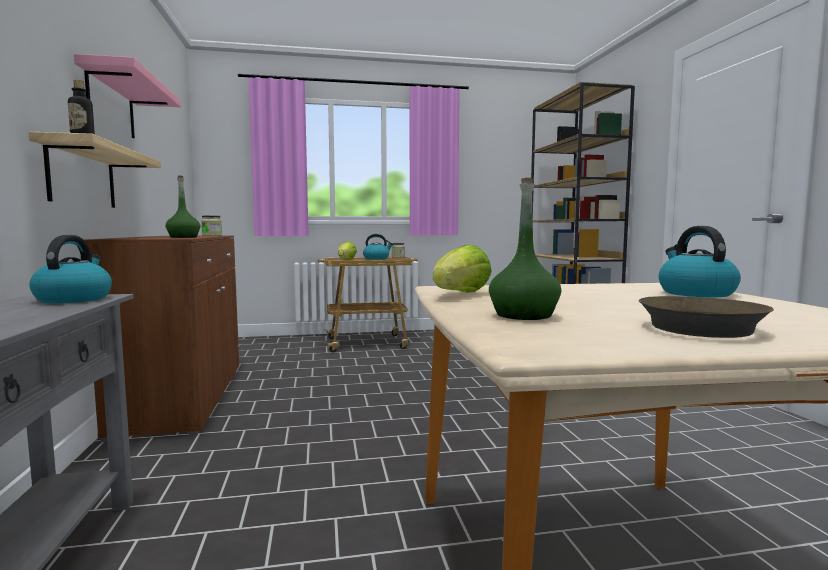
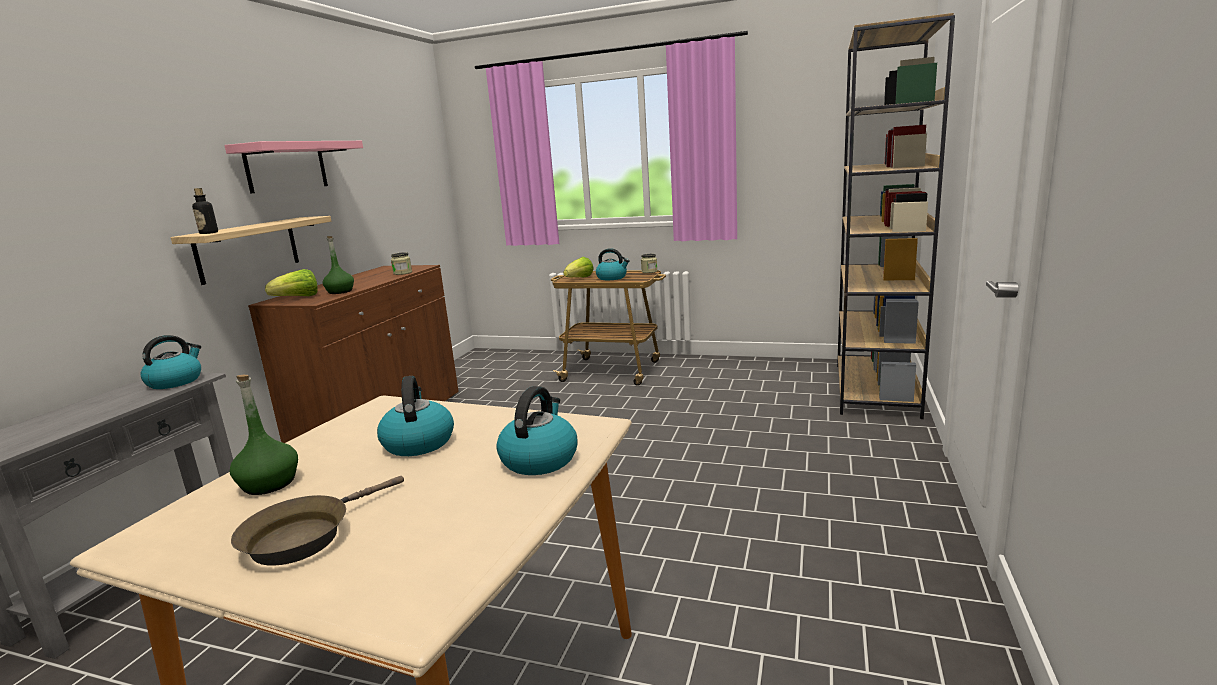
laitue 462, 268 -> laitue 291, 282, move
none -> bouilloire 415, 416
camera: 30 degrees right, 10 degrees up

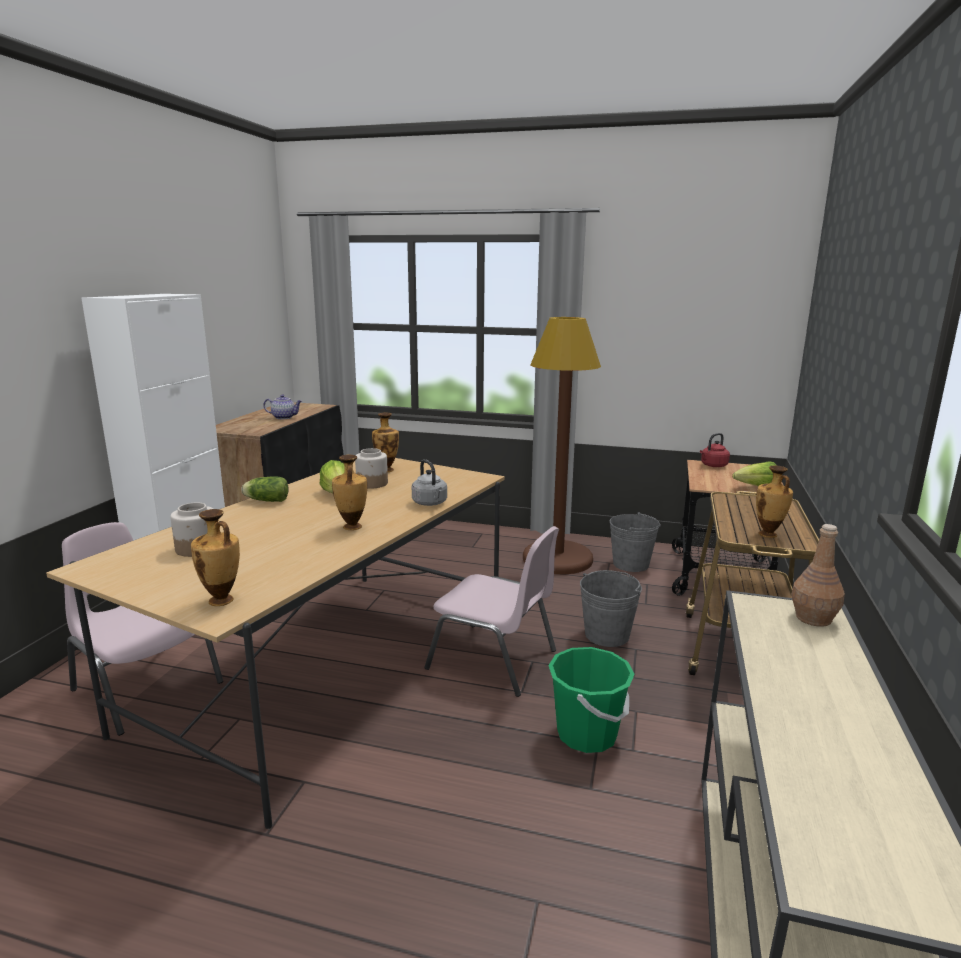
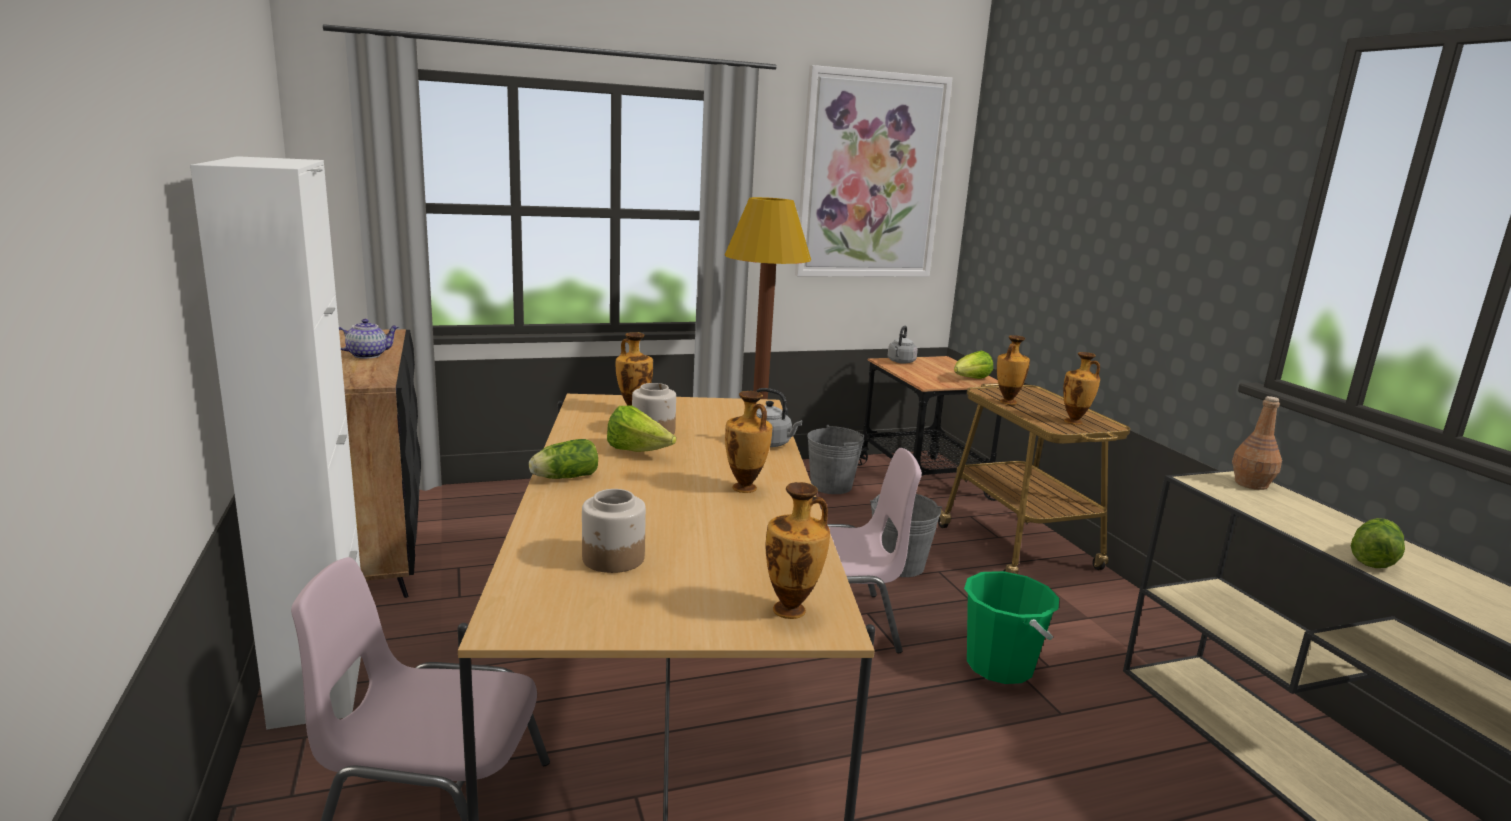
none -> tableau 874, 171
bouilloire/rouge 715, 450 -> bouilloire/gris 902, 345
none -> vase 1013, 370
none -> laitue 1378, 543
camera: 35 degrees left, 0 degrees up

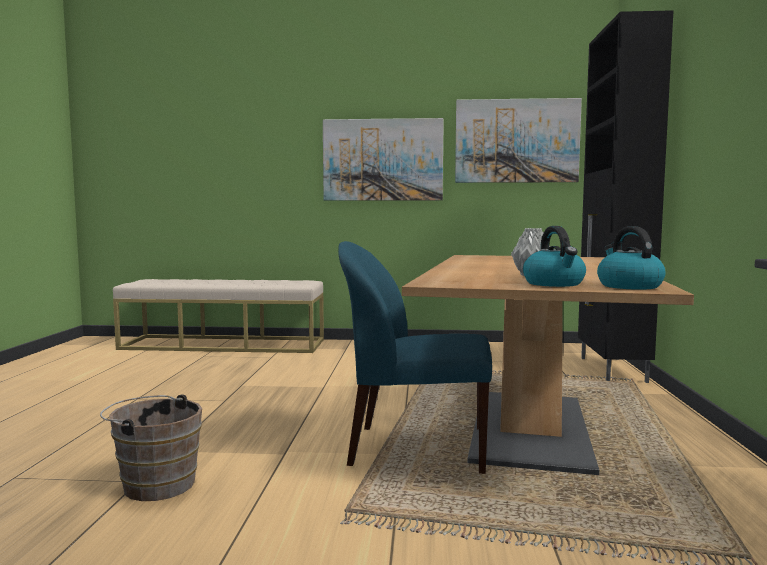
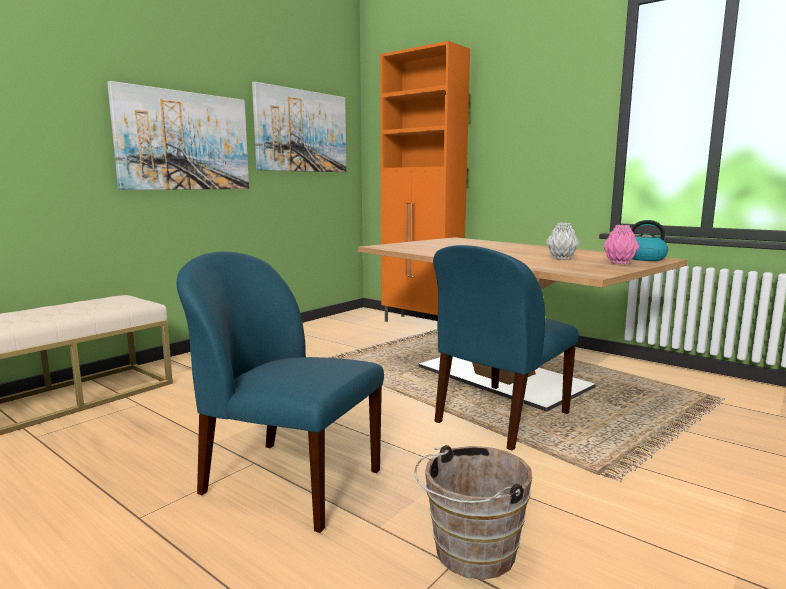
none -> chaise/bleu 280, 392
meuble de rangement/noir 626, 196 -> meuble de rangement/orange 425, 181
bouilloire 554, 256 -> vase/rose 621, 244
camera: 55 degrees left, 5 degrees up

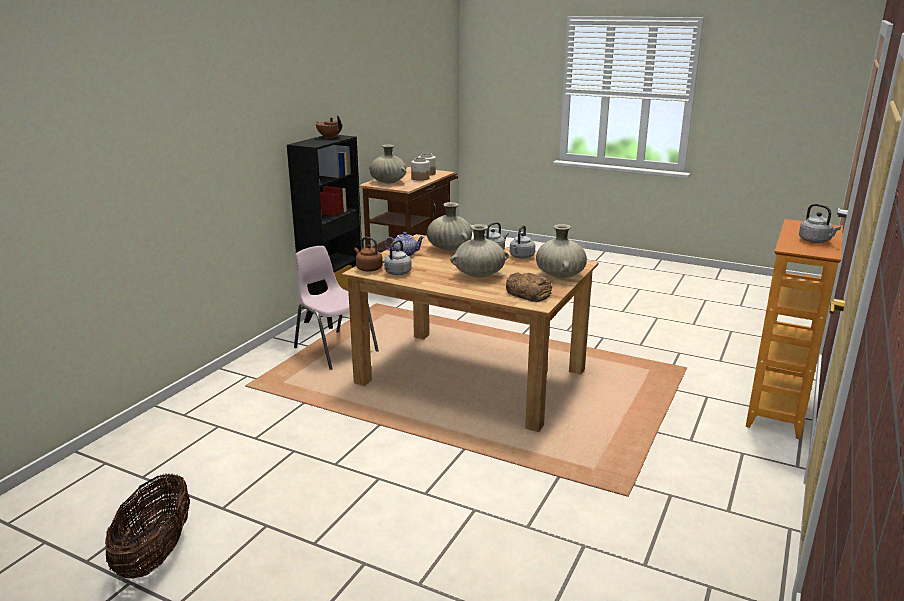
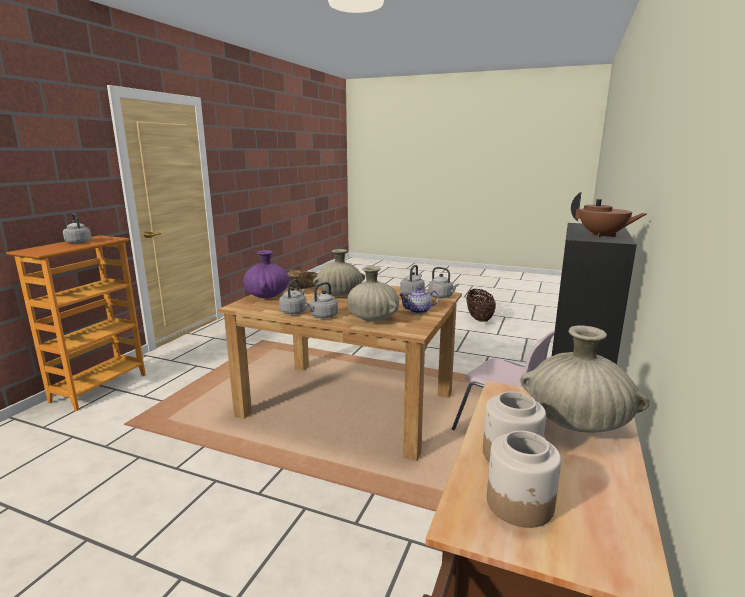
vase/beige 561, 251 -> vase/violet 266, 274
bouilloire/marron 368, 254 -> bouilloire/gris 443, 282
camera: 175 degrees right, 5 degrees down

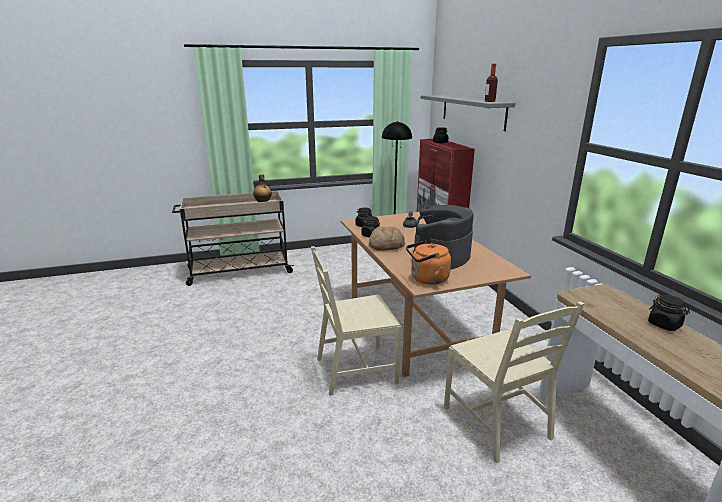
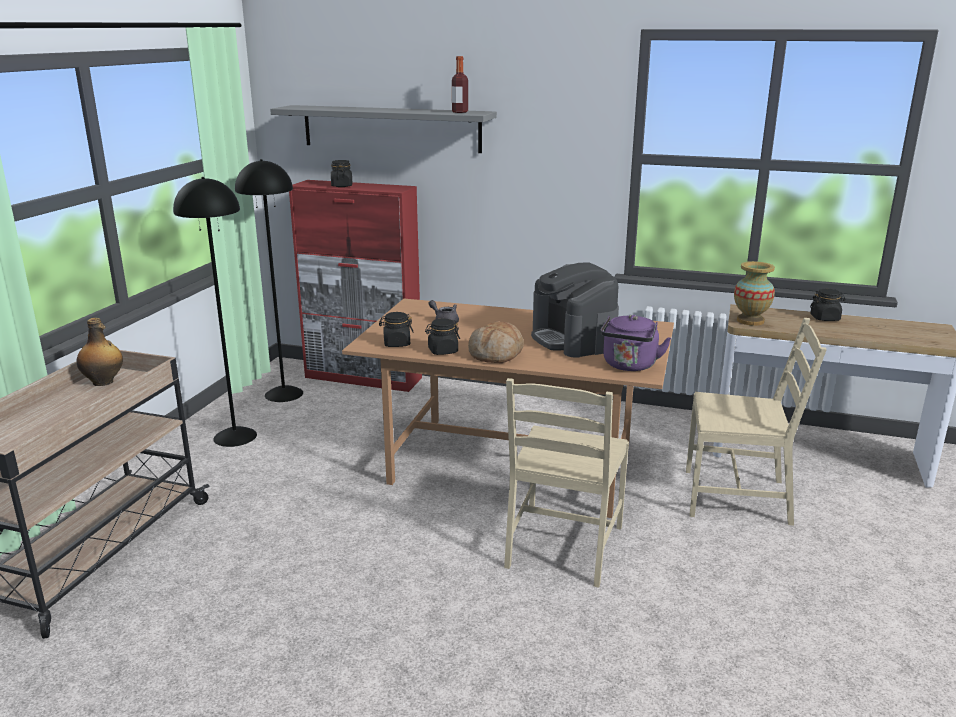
none -> lampadaire/noir 215, 312
bouilloire/orange 428, 262 -> bouilloire/violet 635, 343
none -> vase 754, 293
camera: 55 degrees left, 0 degrees up

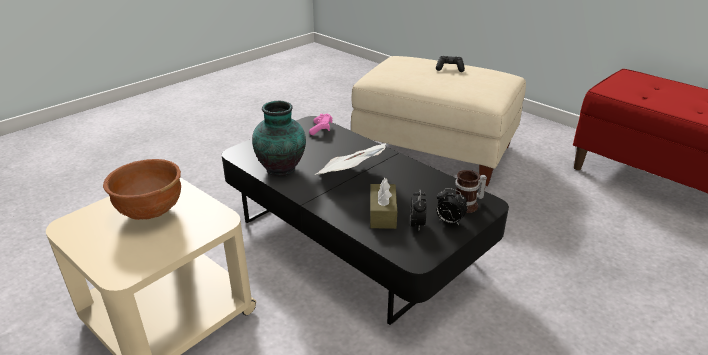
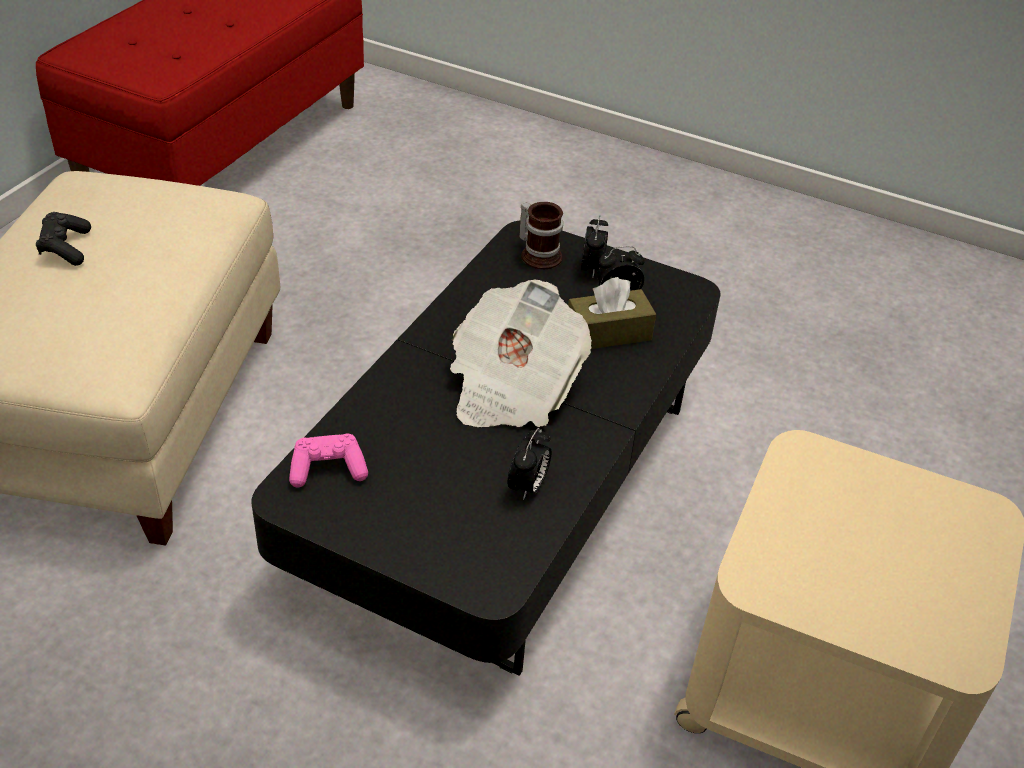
vase 279, 138 -> réveil 529, 464
bol/marron 142, 189 -> none
camera: 110 degrees left, 10 degrees up

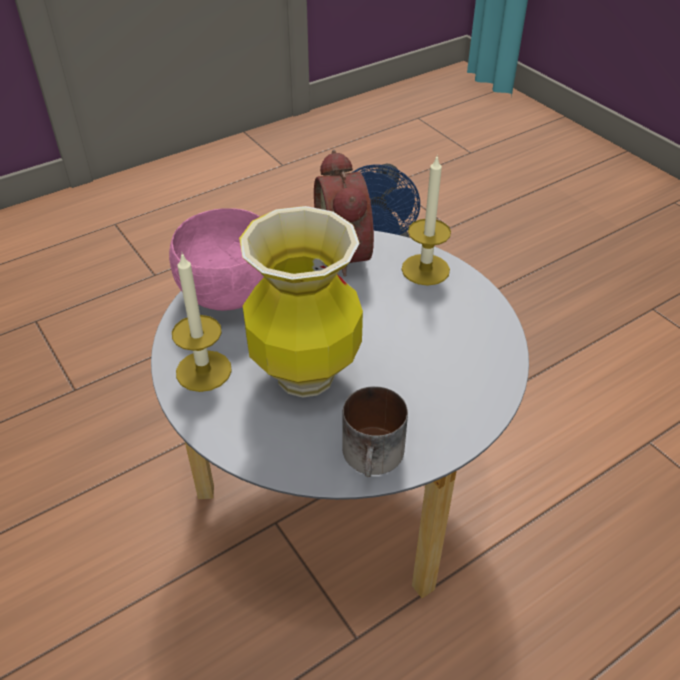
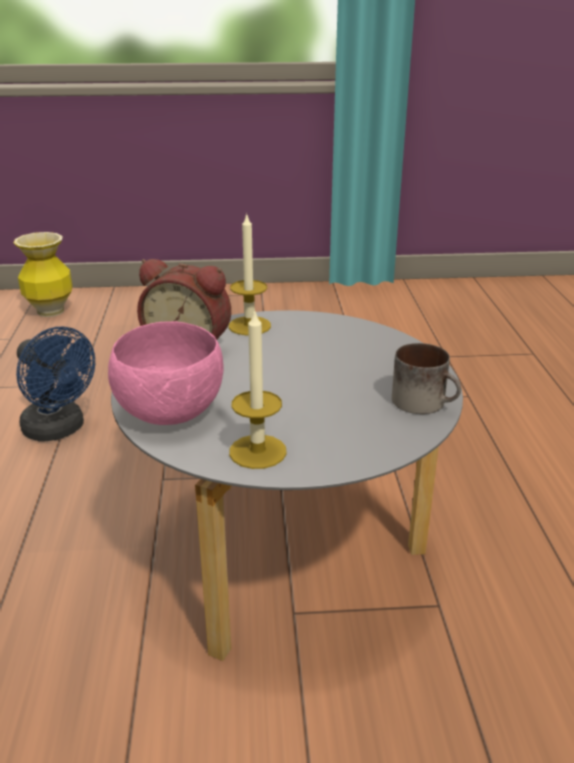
vase 301, 302 -> vase 43, 274, move
camera: 60 degrees left, 15 degrees down

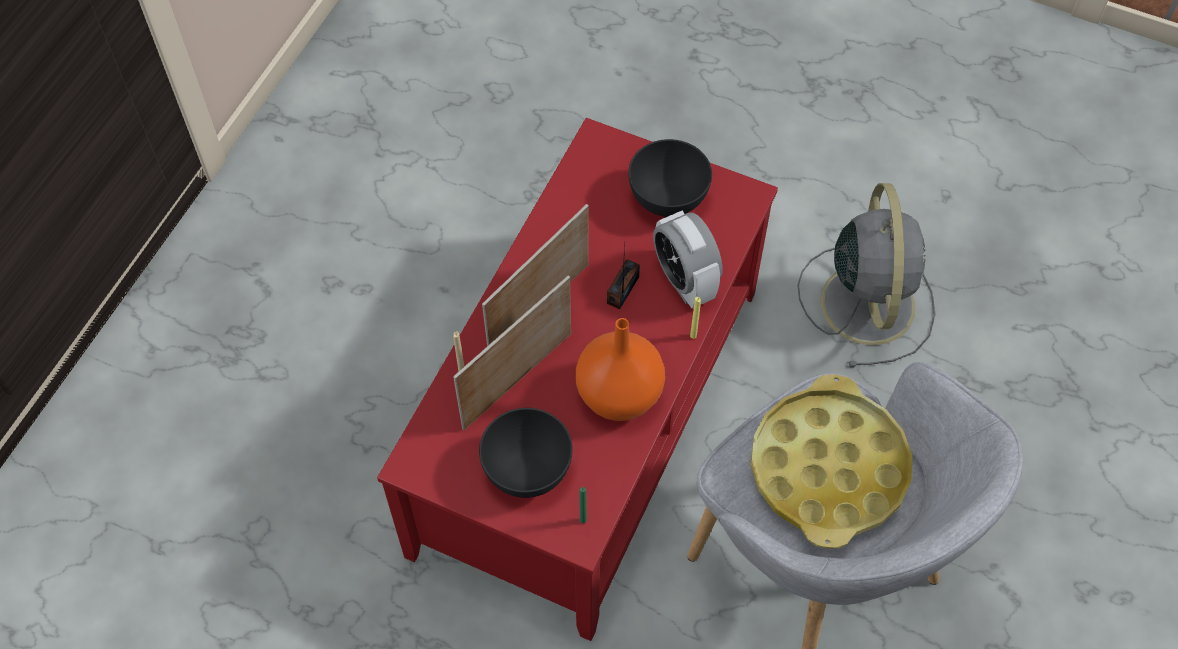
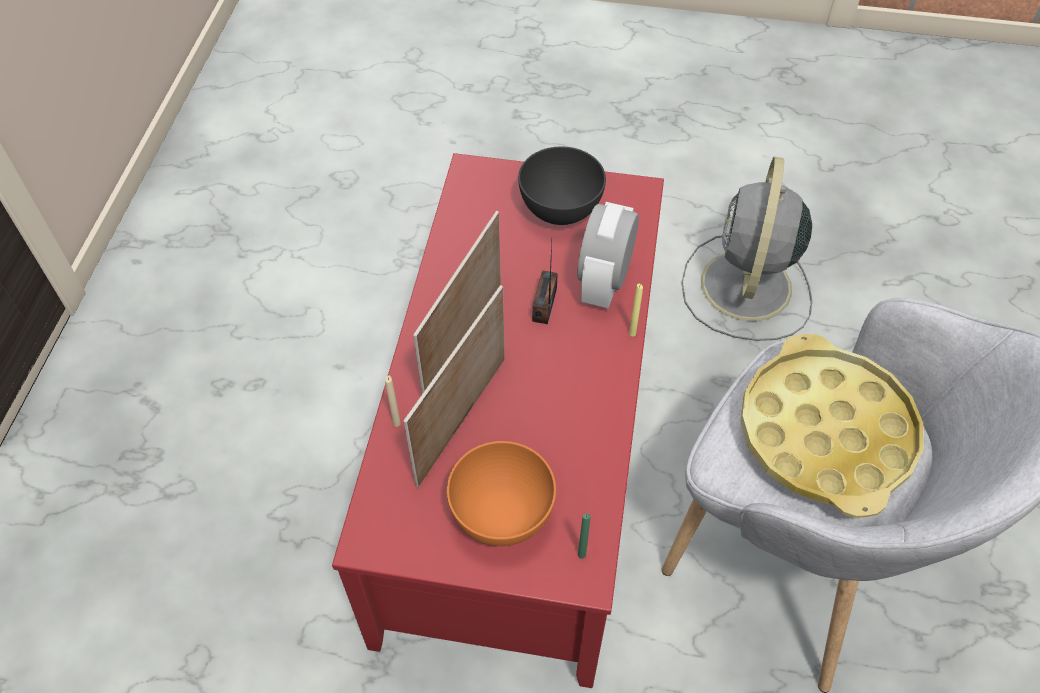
bol/gris 526, 453 -> bol/orange 501, 493
réveil 688, 259 -> réveil 608, 255, 60 degrees clockwise
ventilateur/gris 866, 275 -> ventilateur/gris 746, 248, 150 degrees counterclockwise
vase/orange 620, 369 -> none
camera: 15 degrees left, 5 degrees down

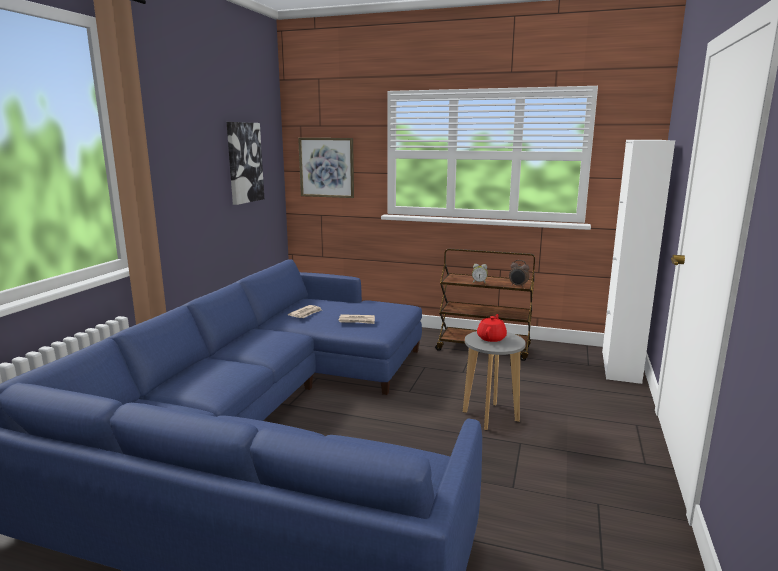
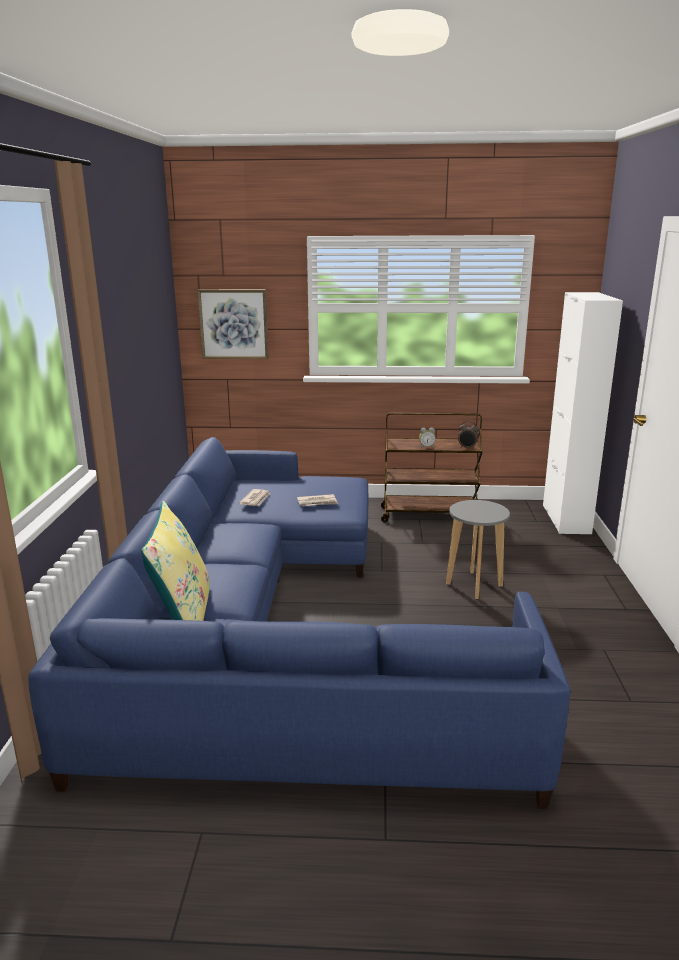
none -> coussin/jaune 175, 561
tableau 245, 163 -> none
théière/rouge 492, 328 -> none
camera: 15 degrees left, 5 degrees up

